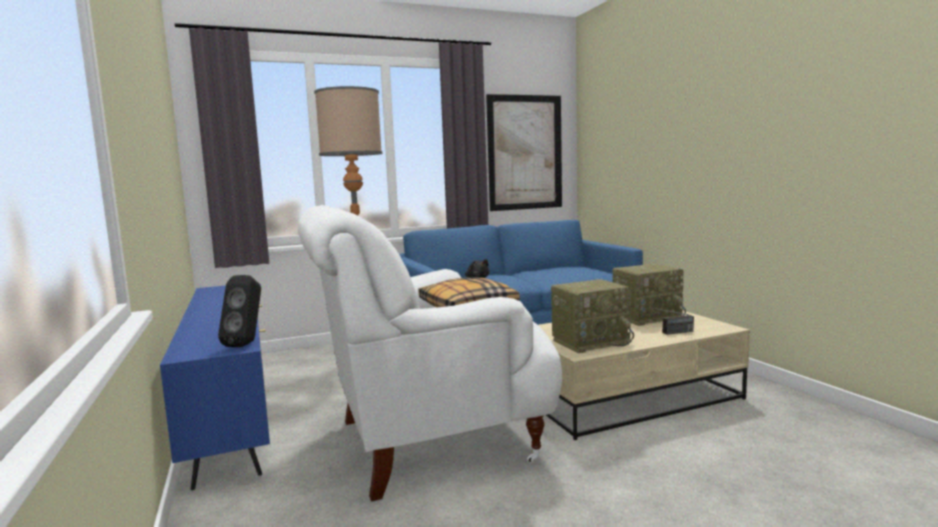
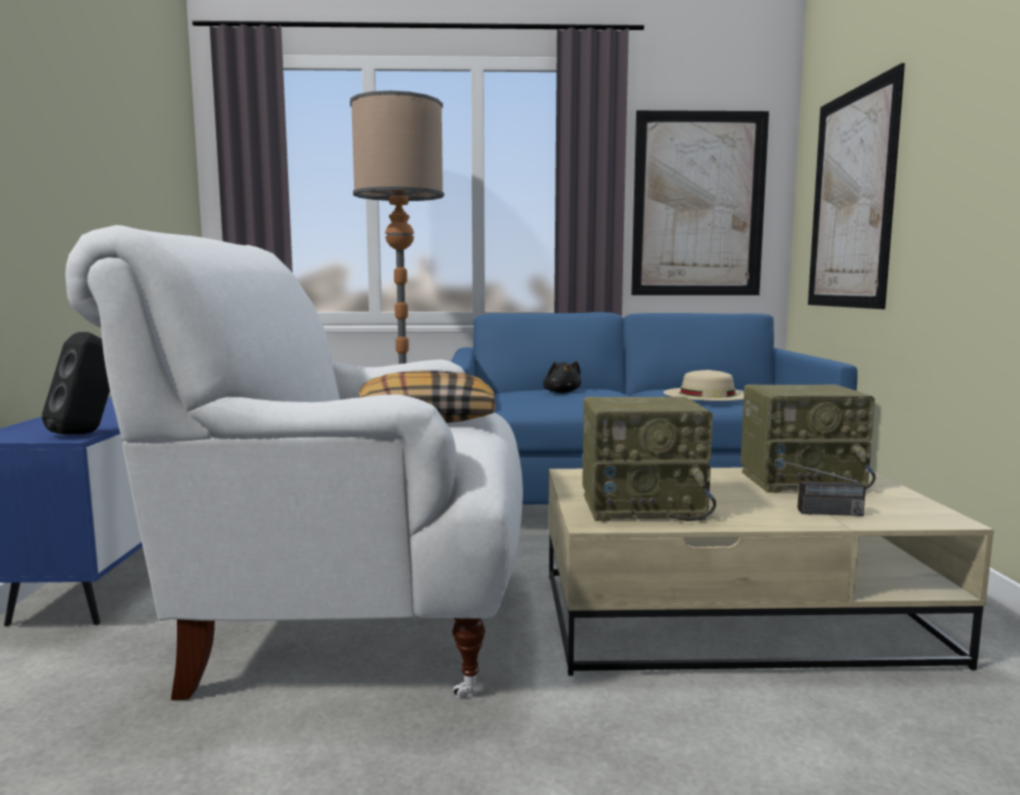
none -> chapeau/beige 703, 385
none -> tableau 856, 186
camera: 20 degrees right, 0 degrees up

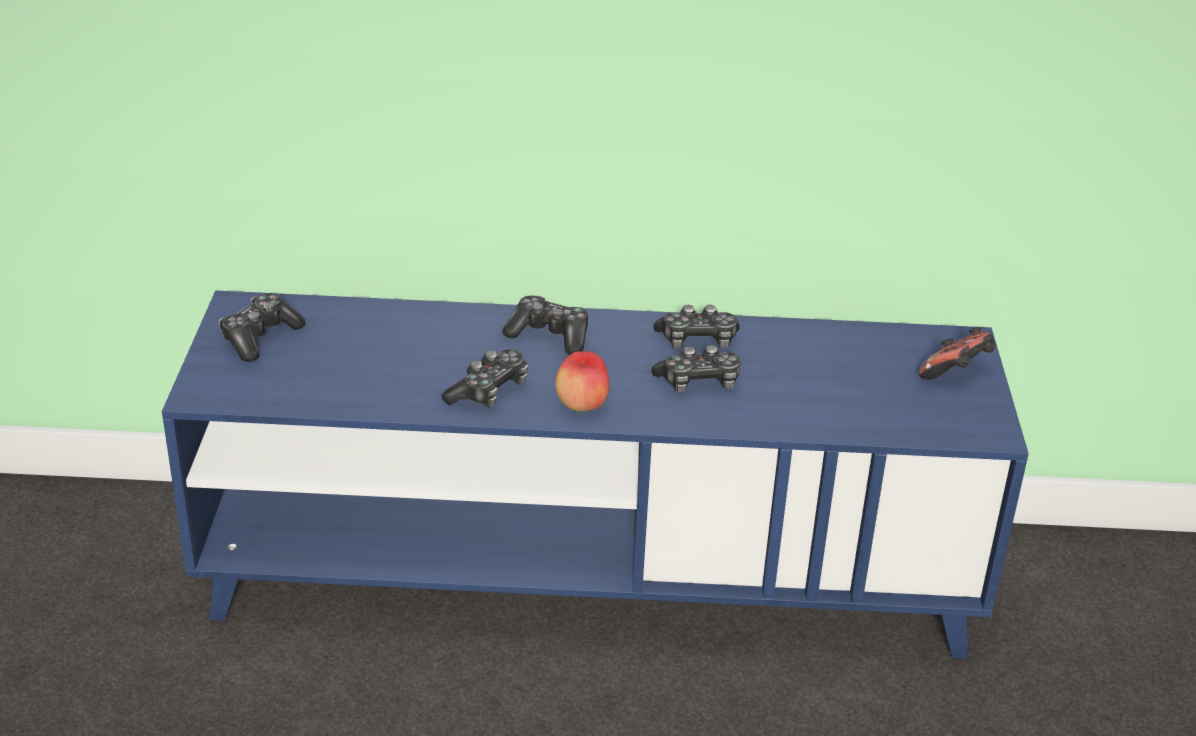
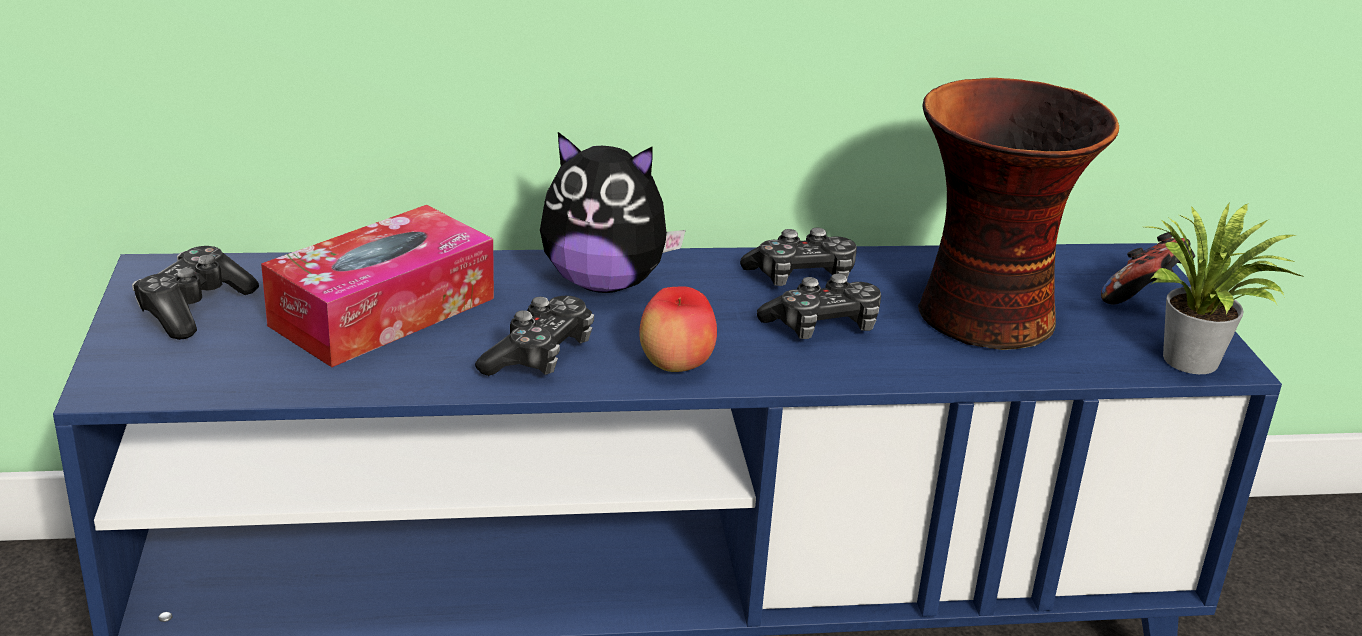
none -> boîte à mouchoirs 377, 286
manette 545, 325 -> peluche 613, 212
none -> vase 1018, 214
none -> plante en pot 1225, 288
camera: 10 degrees left, 5 degrees down

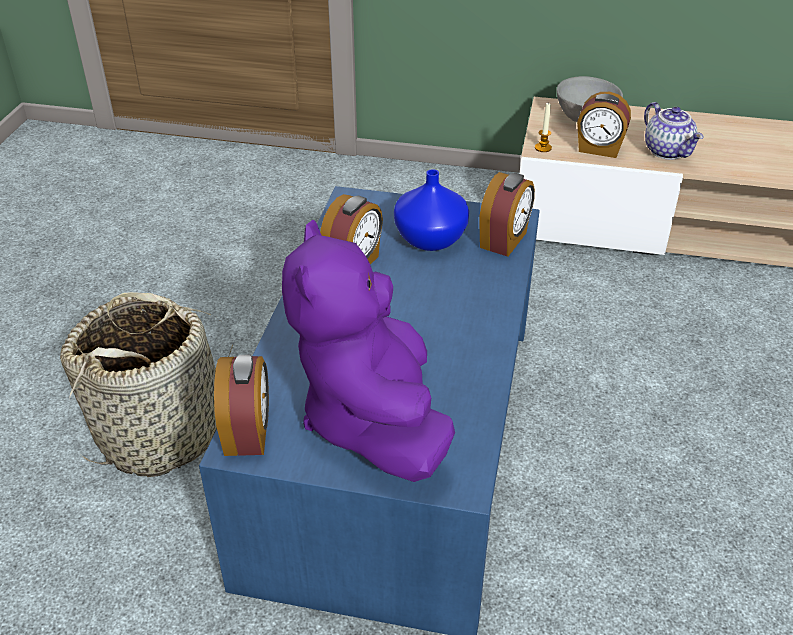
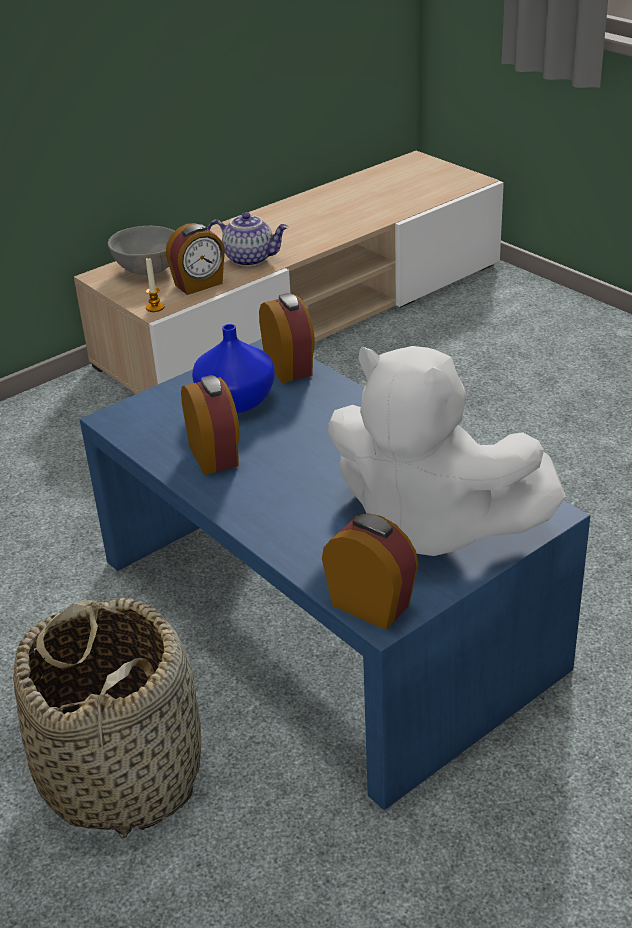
peluche/violet 368, 351 -> peluche/blanc 447, 451
camera: 50 degrees left, 5 degrees down

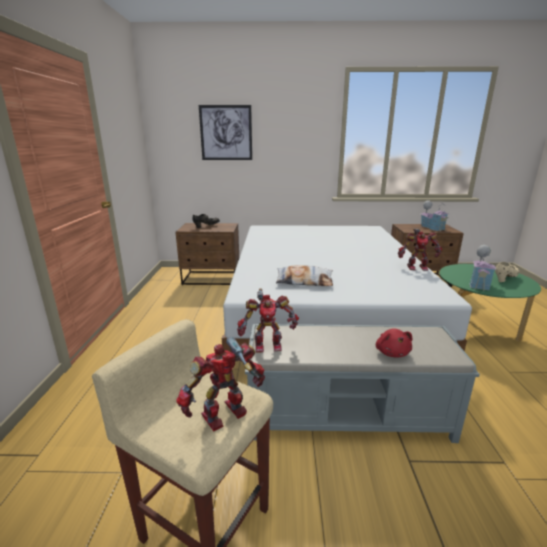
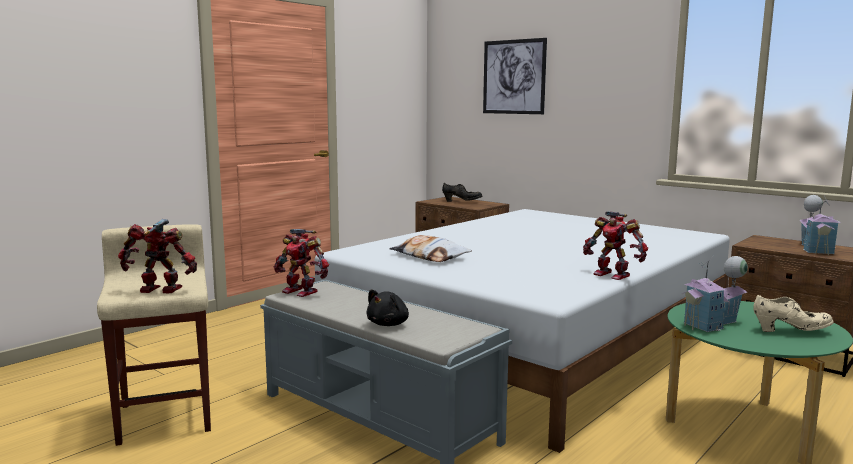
peluche/rouge 394, 343 -> peluche/noir 387, 307
camera: 40 degrees right, 10 degrees down

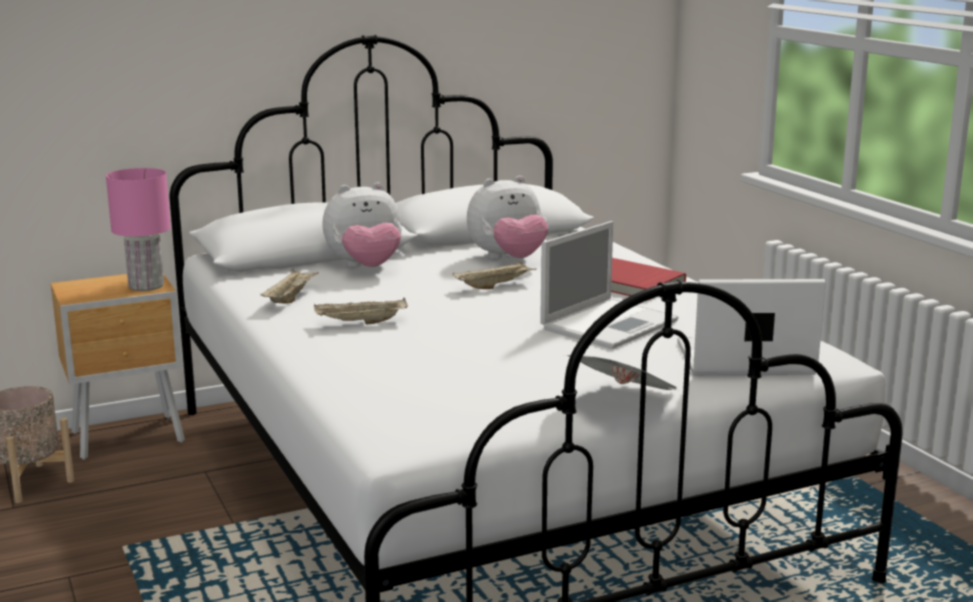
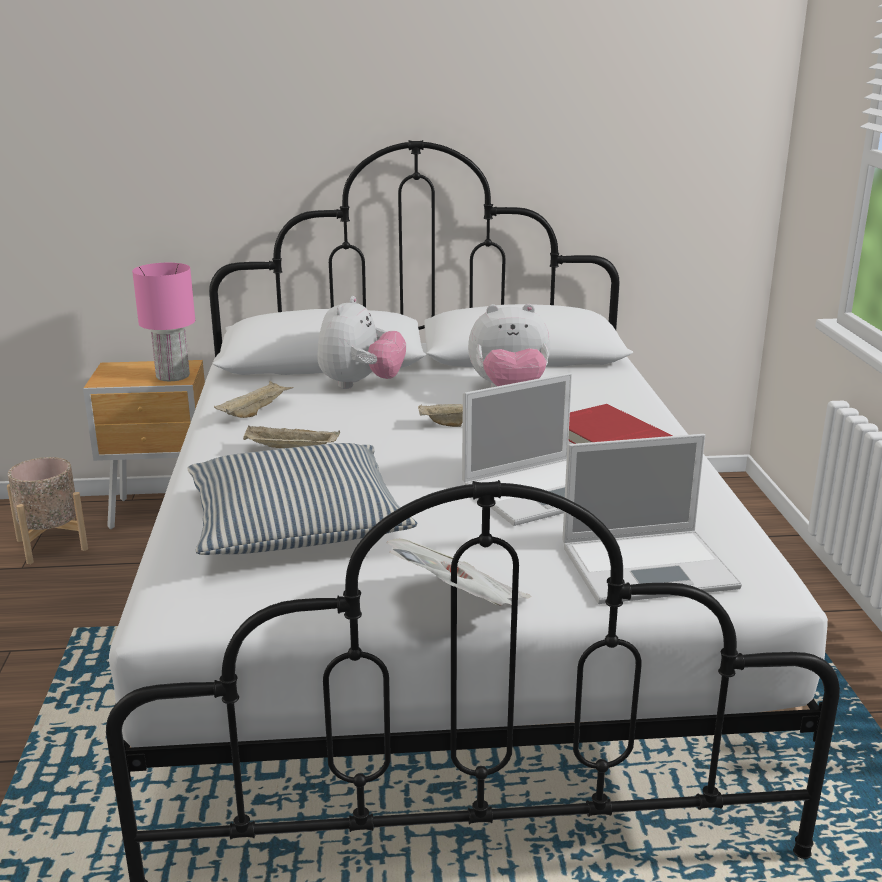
none -> coussin 302, 499
peluche 362, 224 -> peluche 361, 342, 75 degrees counterclockwise
ordinateur portable 752, 327 -> ordinateur portable 652, 519, 150 degrees clockwise
camera: 20 degrees right, 5 degrees up

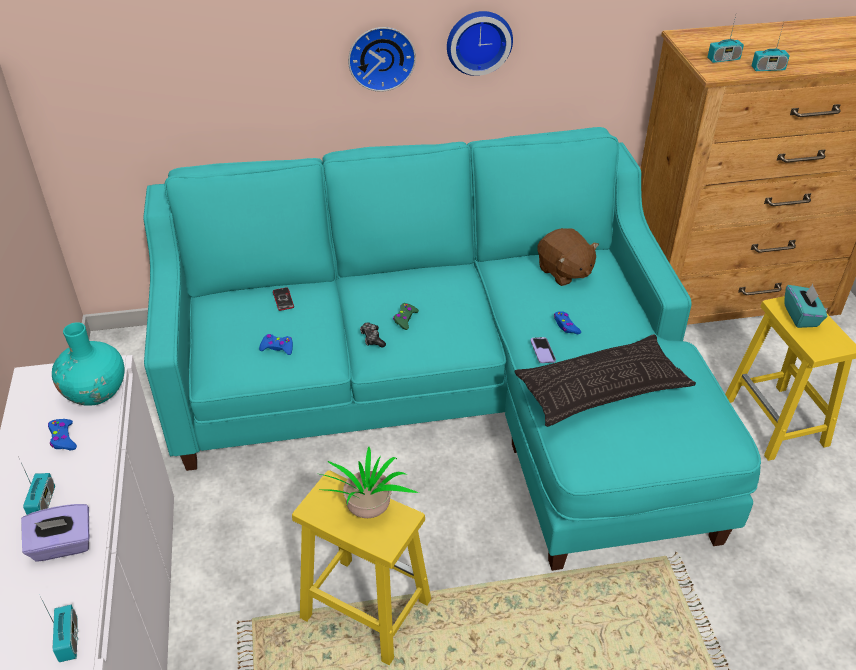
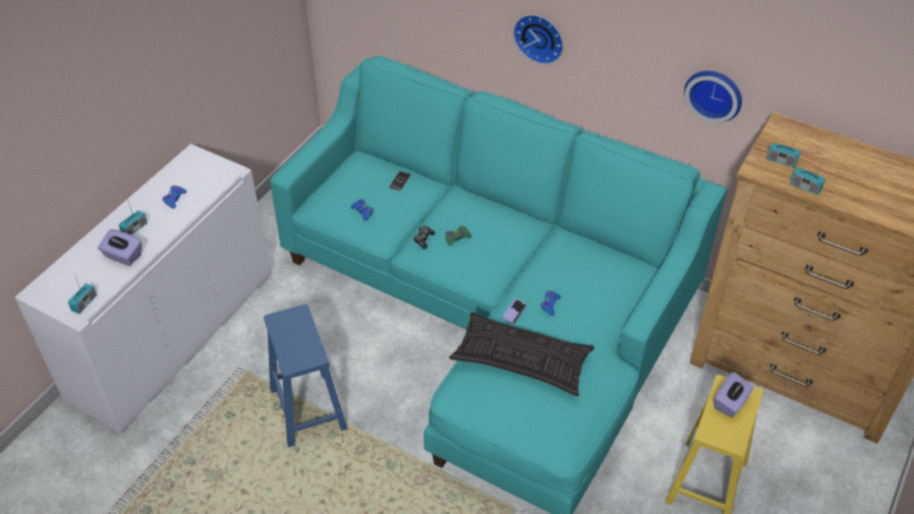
tabouret/jaune 361, 567 -> tabouret/bleu 306, 375
horloge murale 480, 43 -> horloge murale 713, 97, move
boîte à mouchoirs/turquoise 805, 306 -> boîte à mouchoirs/violet 734, 395
vase/turquoise 88, 364 -> none
plante en pot 369, 482 -> none
peluche/marron 568, 257 -> none
camera: 40 degrees right, 5 degrees up

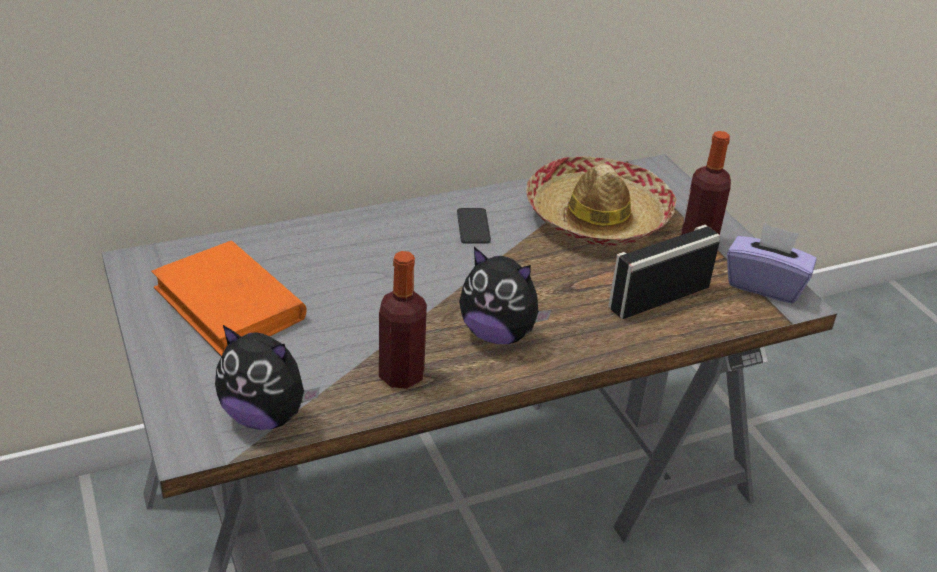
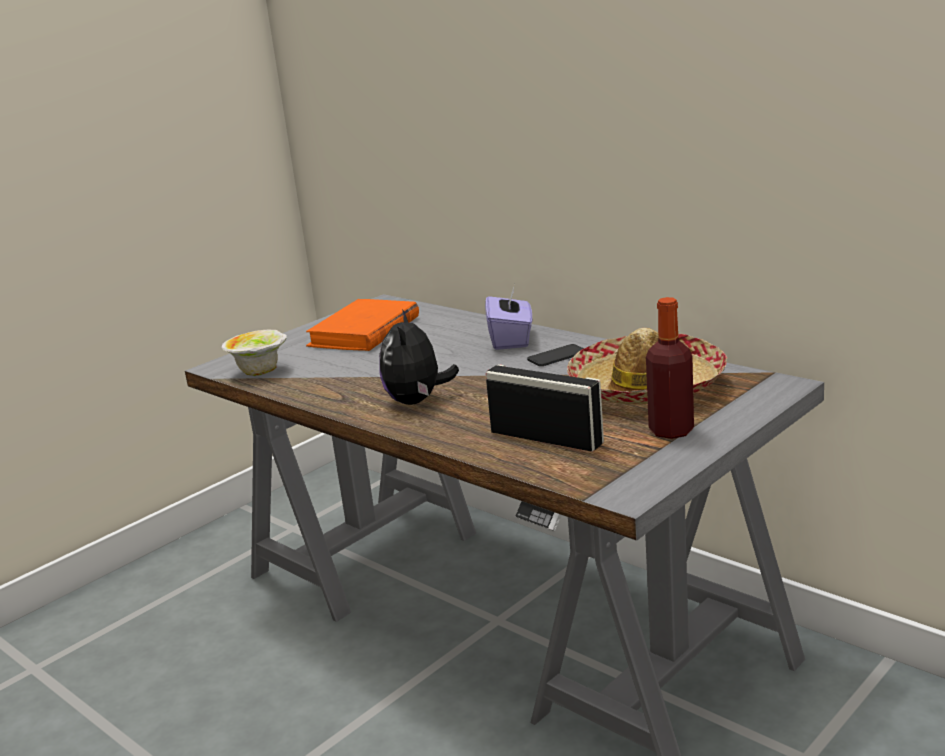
peluche 267, 377 -> bol 254, 353
boîte à mouchoirs/violet 772, 263 -> boîte à mouchoirs/violet 508, 318, move
bouteille 403, 320 -> none
camera: 70 degrees right, 15 degrees down

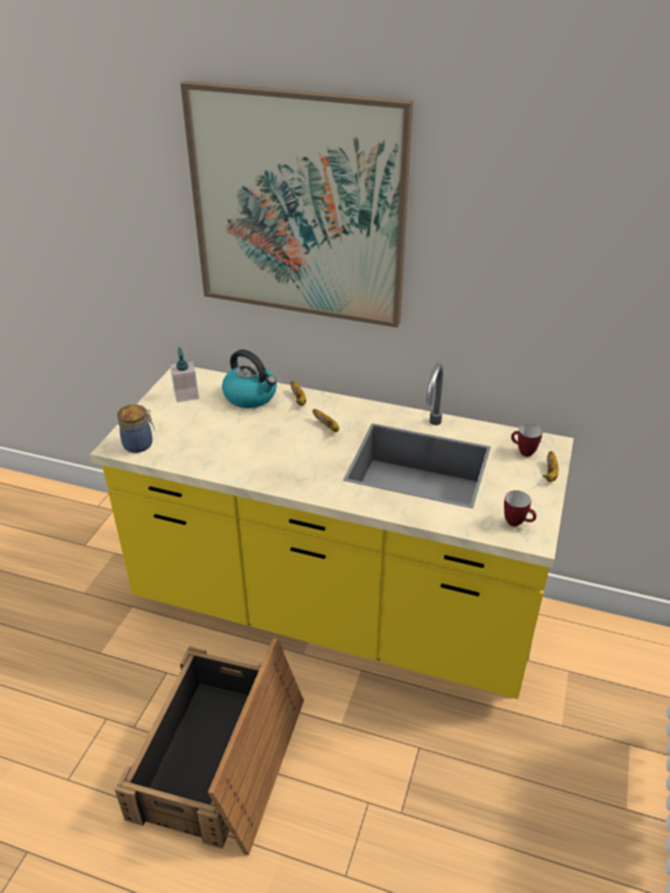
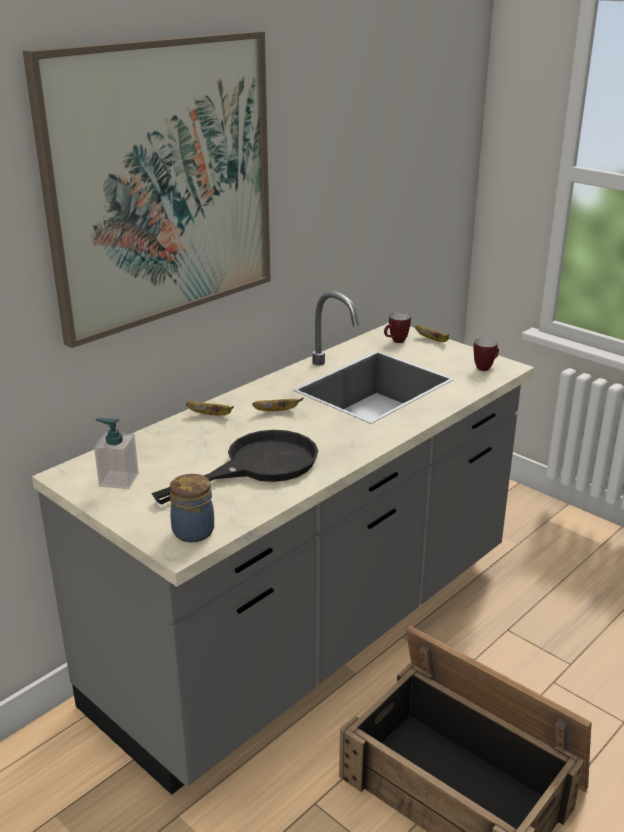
comptoir de cuisine/jaune 332, 531 -> comptoir de cuisine/gris 283, 543
none -> poêle/noir 234, 467
bouilloire 249, 378 -> none
camera: 65 degrees left, 10 degrees down

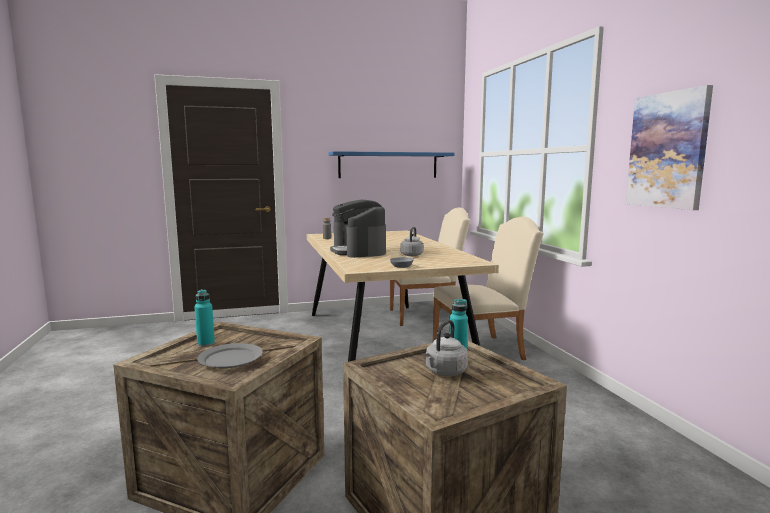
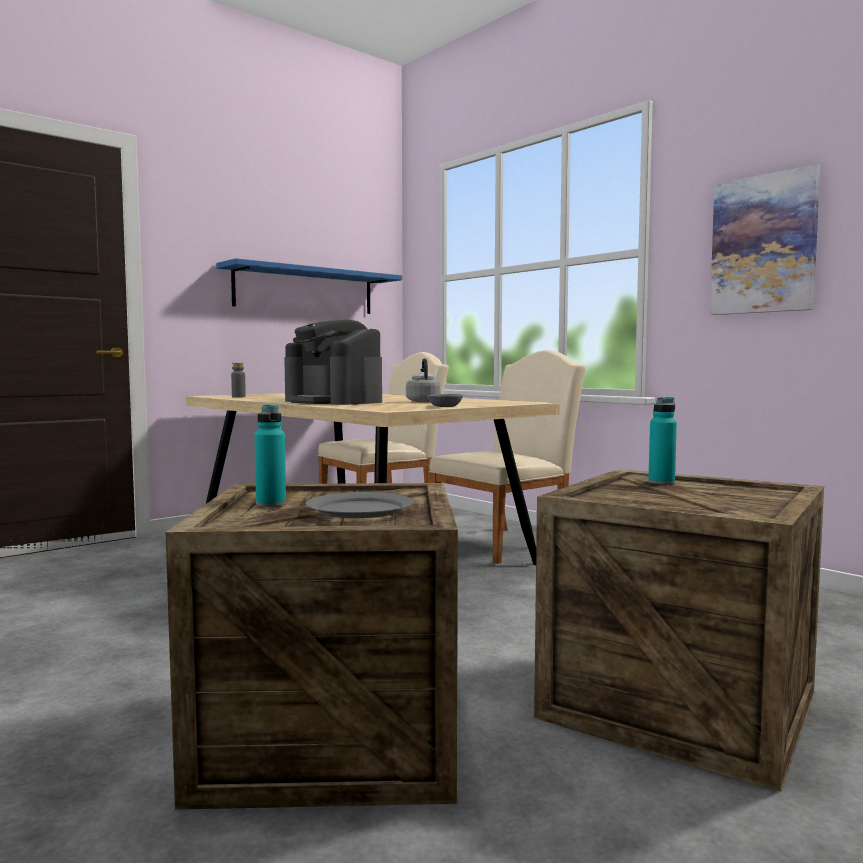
bouilloire/gris 447, 348 -> none
camera: 25 degrees left, 5 degrees down

